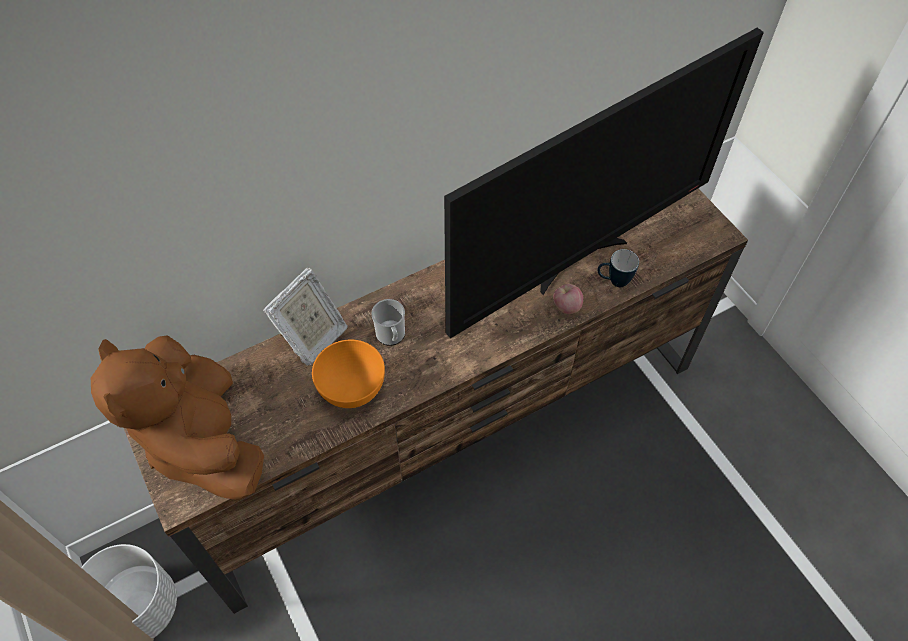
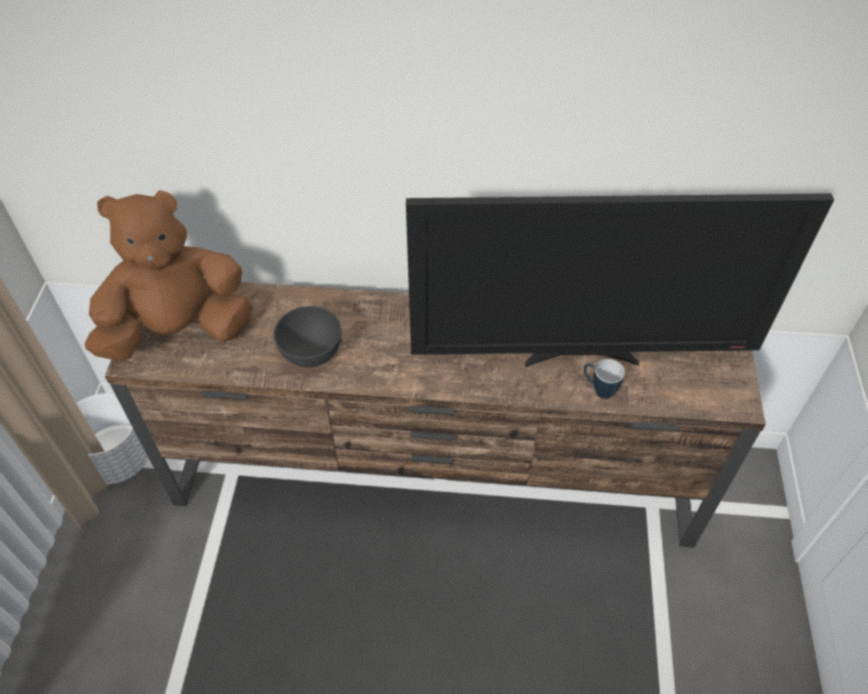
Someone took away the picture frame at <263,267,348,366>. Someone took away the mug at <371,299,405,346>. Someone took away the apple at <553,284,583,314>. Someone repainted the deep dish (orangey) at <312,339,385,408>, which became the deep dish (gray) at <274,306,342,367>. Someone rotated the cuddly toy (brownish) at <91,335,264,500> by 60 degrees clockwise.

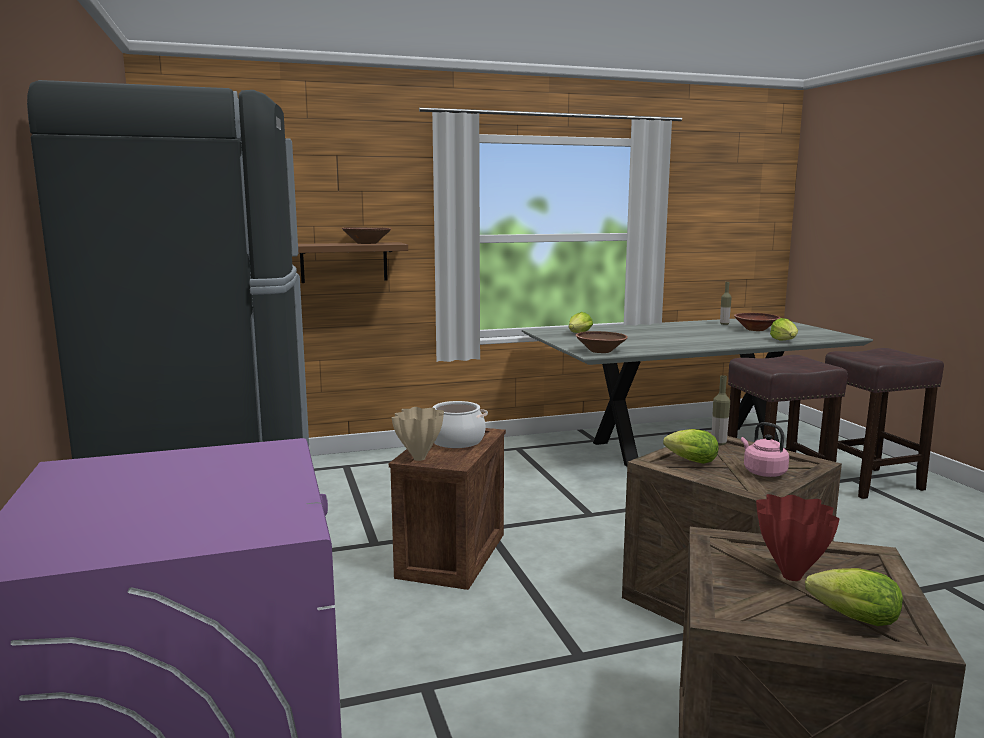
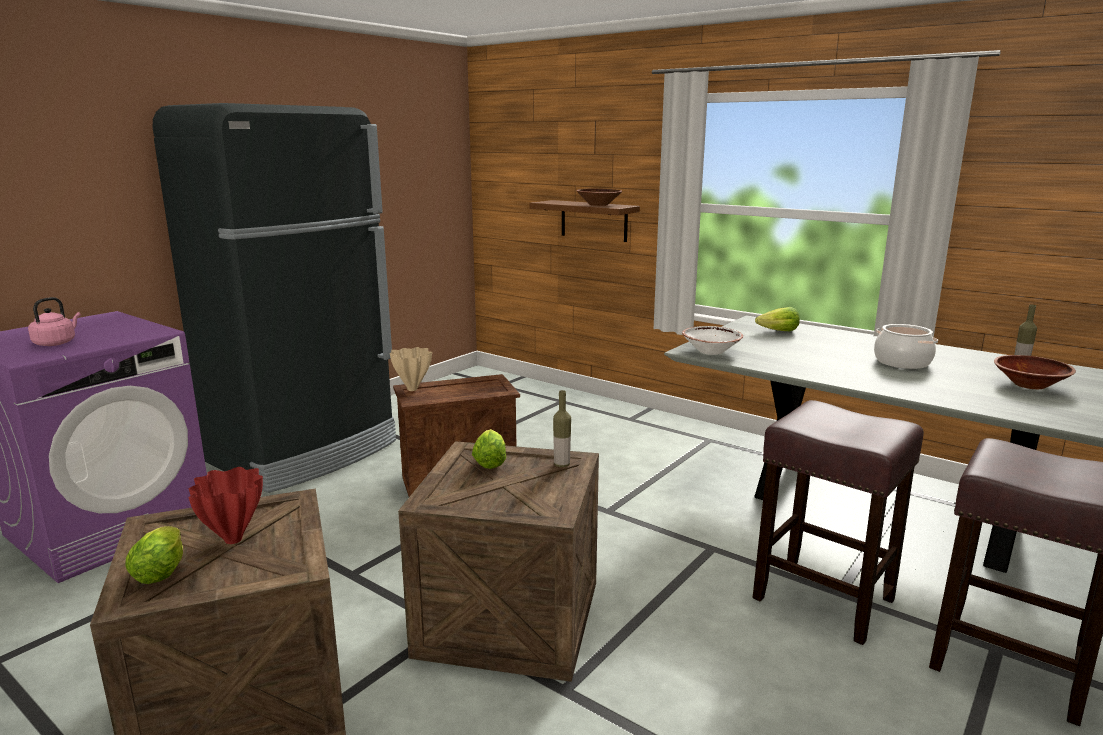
Someone took away the head of lettuce at <770,318,798,340>. Someone carried the cooking pot from <433,401,488,448> to <874,324,938,369>. Someone carried the tea kettle (pink-coloured) from <741,422,789,477> to <28,297,81,346>. Someone repainted the deep dish (brownish) at <575,331,628,353>, which became the deep dish (whitish) at <682,326,743,355>.

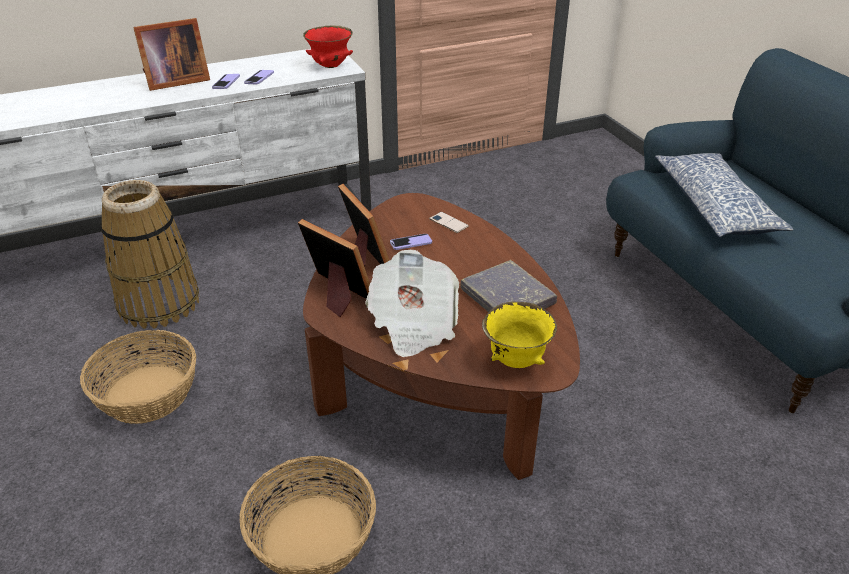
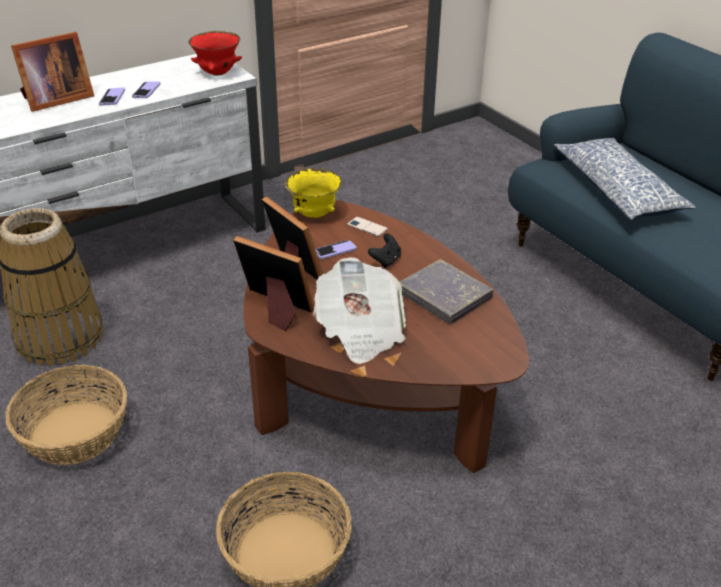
Someone put down the joypad (blackish) at <368,233,401,268>. Someone carried the deep dish (yellowish) from <482,302,557,368> to <284,168,342,218>.

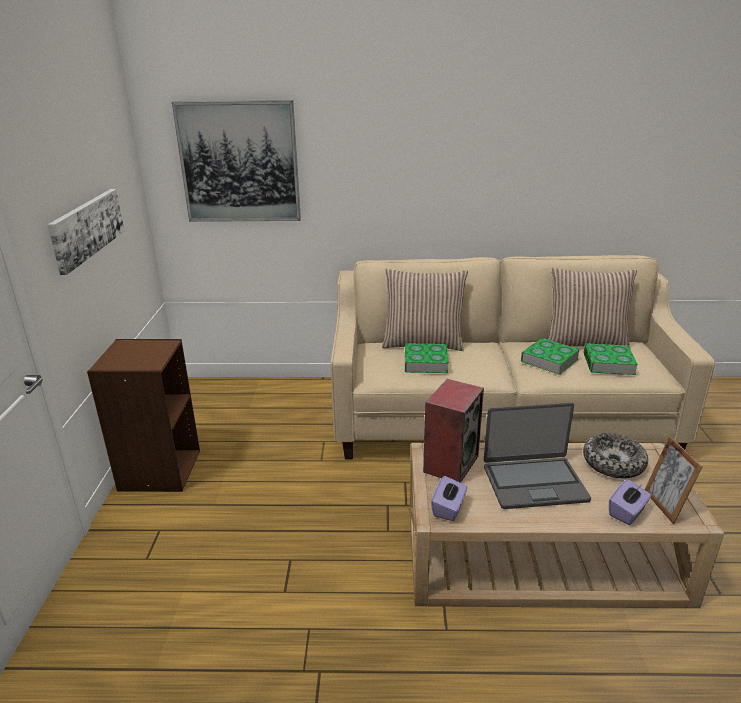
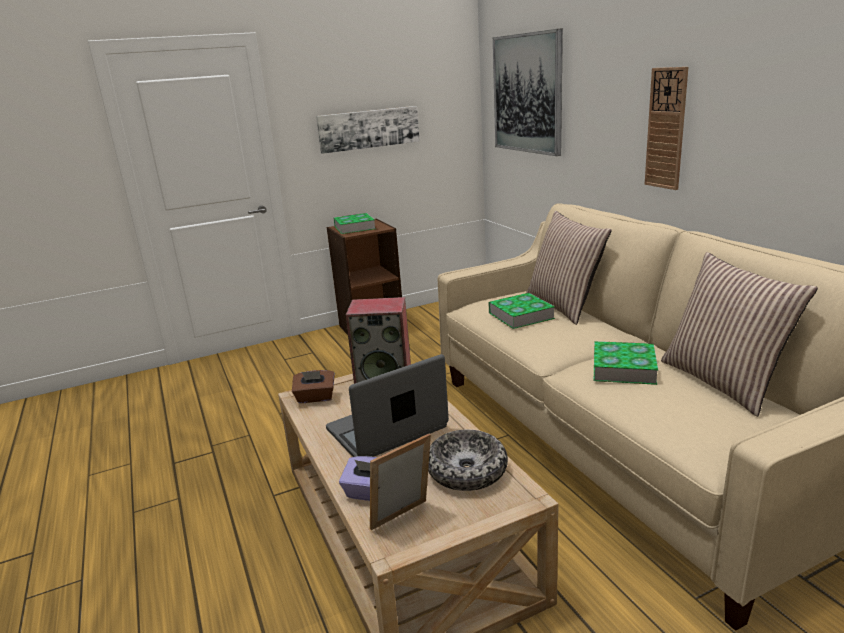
Someone put up the clock on the wall at <645,67,688,190>. Someone carried the book from <584,343,638,375> to <334,213,376,234>. Someone repainted the box of tissues (purple) at <431,476,467,521>, which became the box of tissues (brownish) at <292,370,335,403>. Someone rotated the laptop at <484,403,591,509> by 90 degrees clockwise.

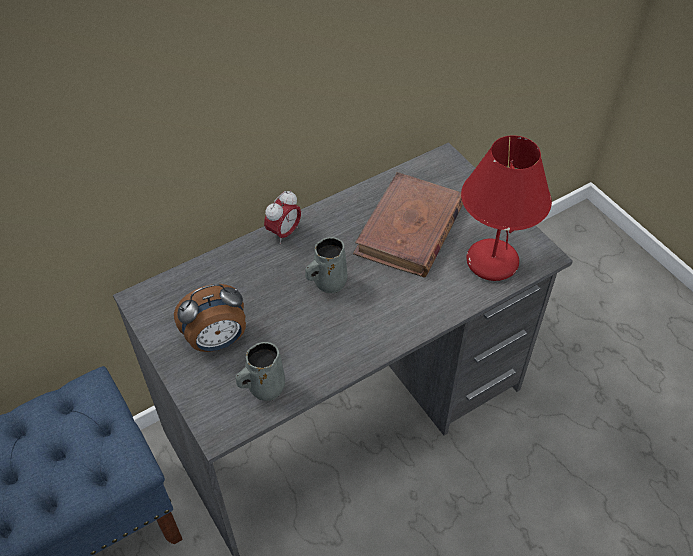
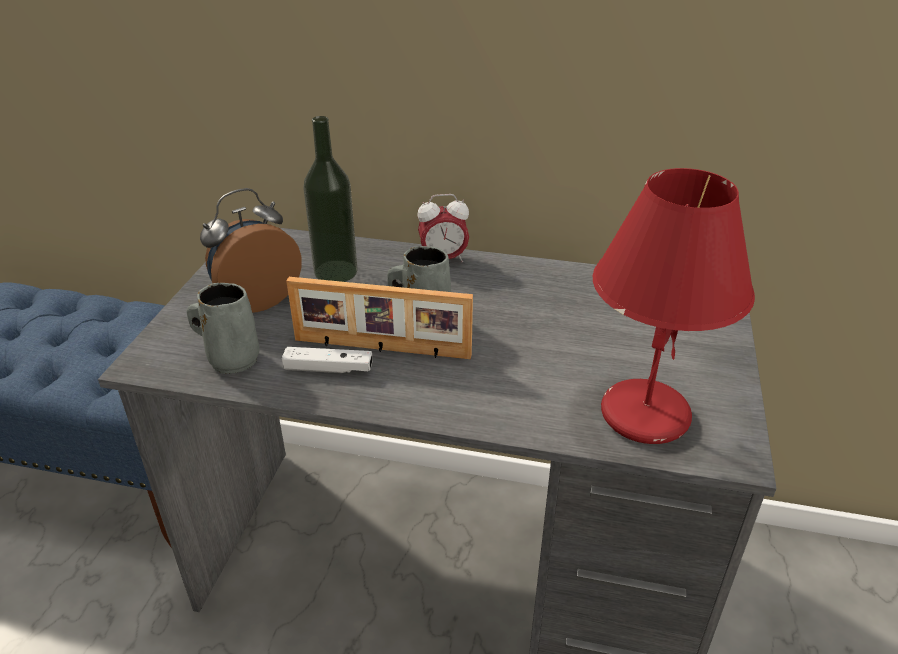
Someone took away the book (brownish) at <353,172,463,278>. Someone put down the joypad (whitish) at <282,347,373,373>. Someone put down the picture frame at <286,277,473,359>. Someone put down the drink bottle at <304,116,358,282>. Someone rotated the table clock at <174,284,246,352> by 120 degrees clockwise.

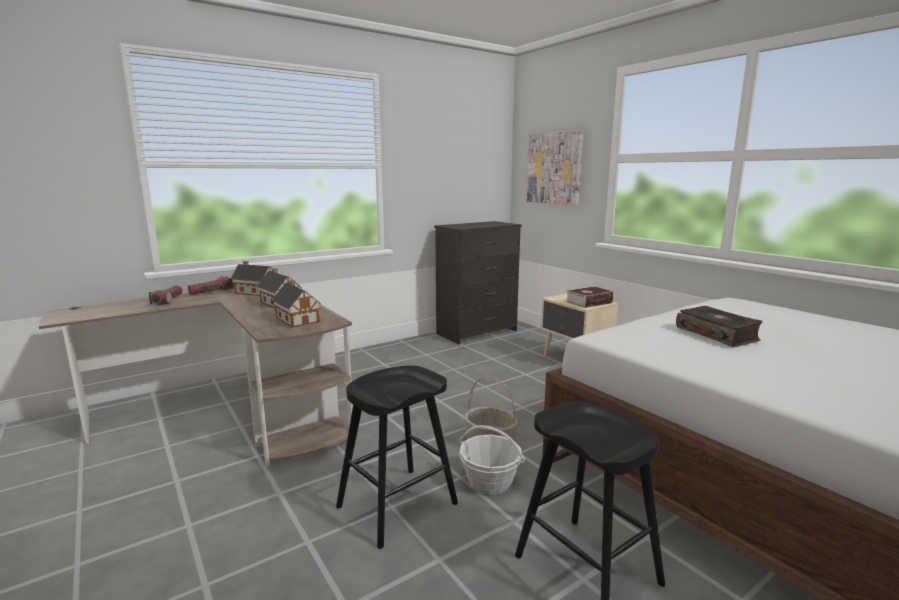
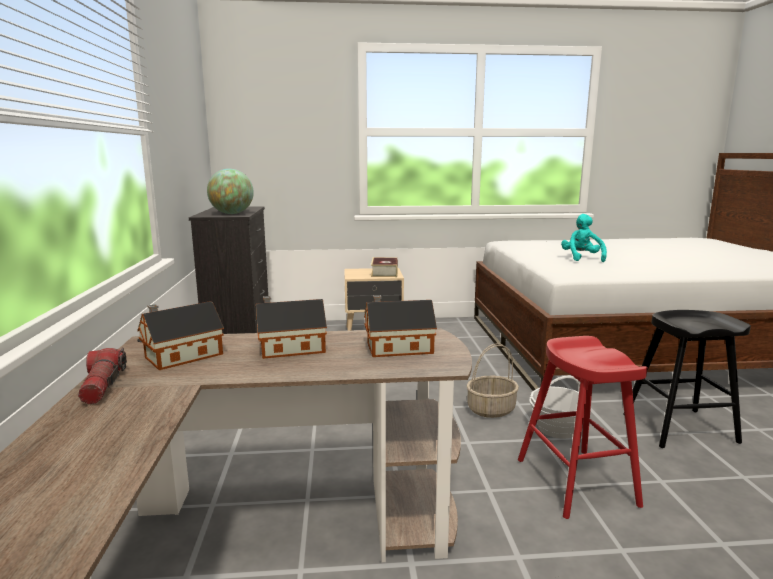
Someone took away the hand torch at <149,285,183,305>. Someone took away the picture at <527,130,583,205>. Someone put down the world globe at <207,169,254,214>. Someone swapped the book at <676,306,762,347> for the cuddly toy (blue-green) at <561,214,607,262>. Someone repainted the stool (blackish) at <336,366,458,549>, which became the stool (reddish) at <518,336,647,519>.

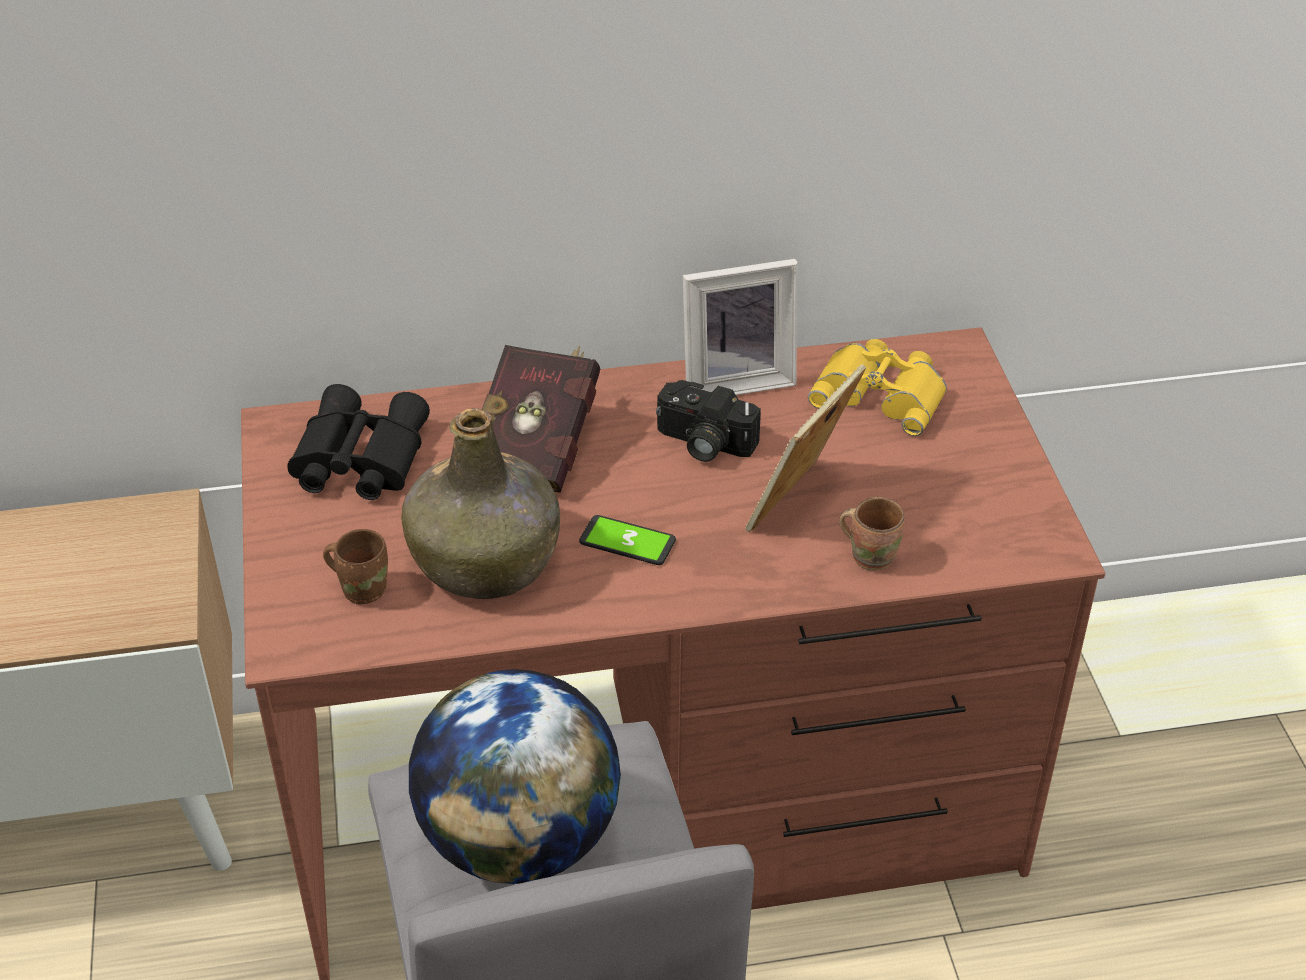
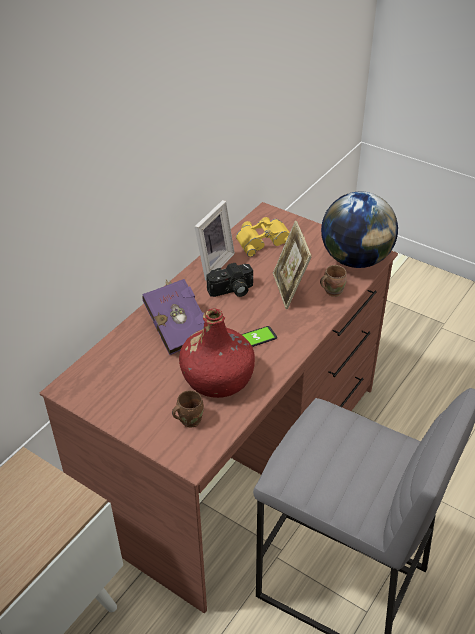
Someone took away the pair of binoculars (blackish) at <287,384,430,500>. Someone carried the world globe from <409,669,621,884> to <321,191,398,268>. Someone repainted the drink bottle (greenish) at <401,408,560,599>, which became the drink bottle (reddish) at <179,308,255,398>. Someone repainted the book (reddish) at <482,345,600,493>, which became the book (purple) at <142,279,205,355>.

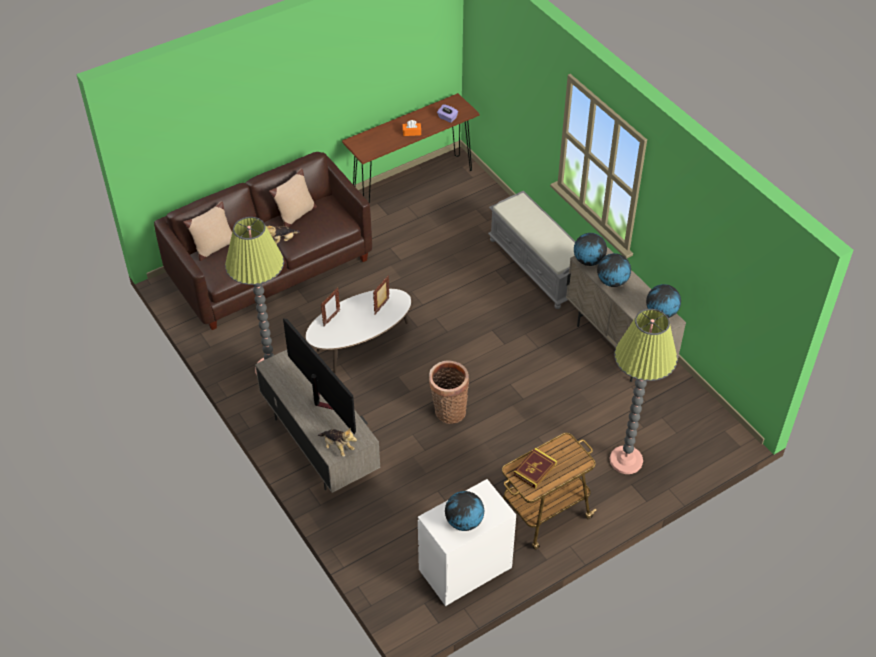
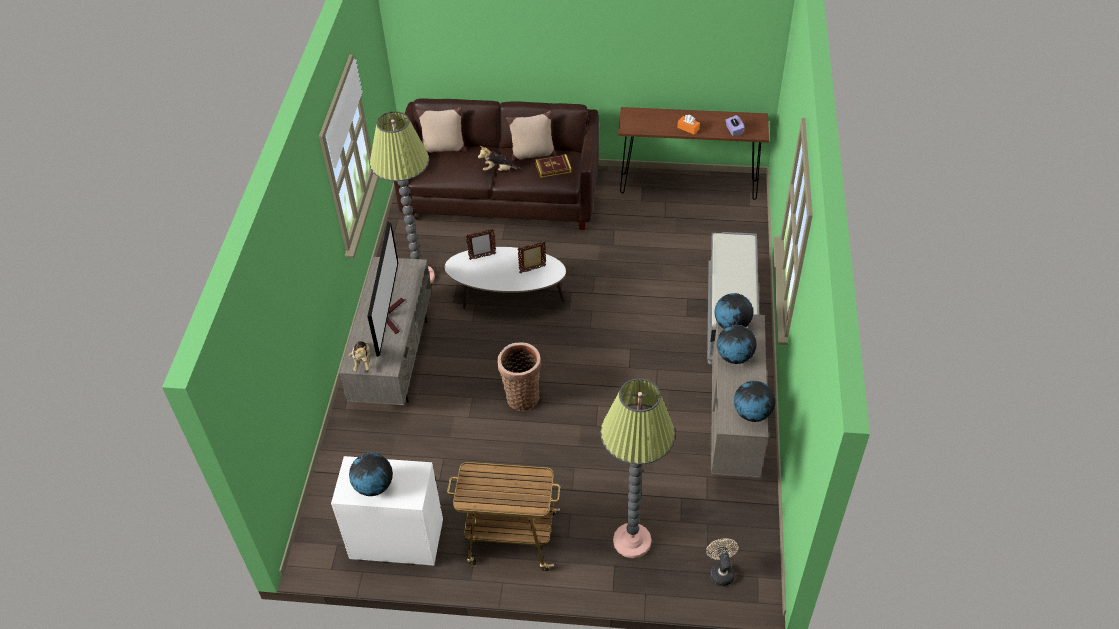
Someone put down the fan (sand-coloured) at <706,538,738,586>. Someone carried the book from <514,448,557,488> to <535,154,572,178>.

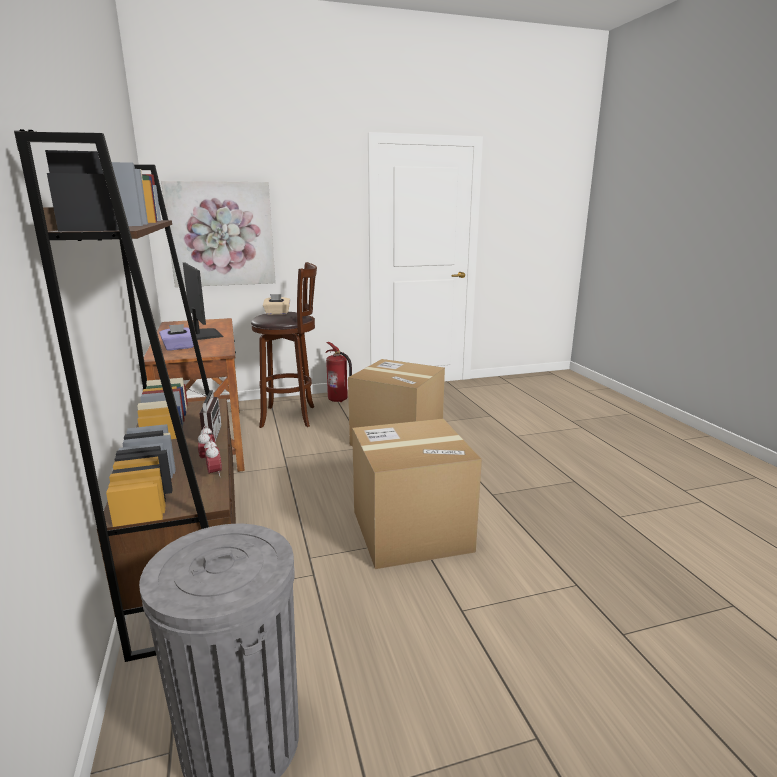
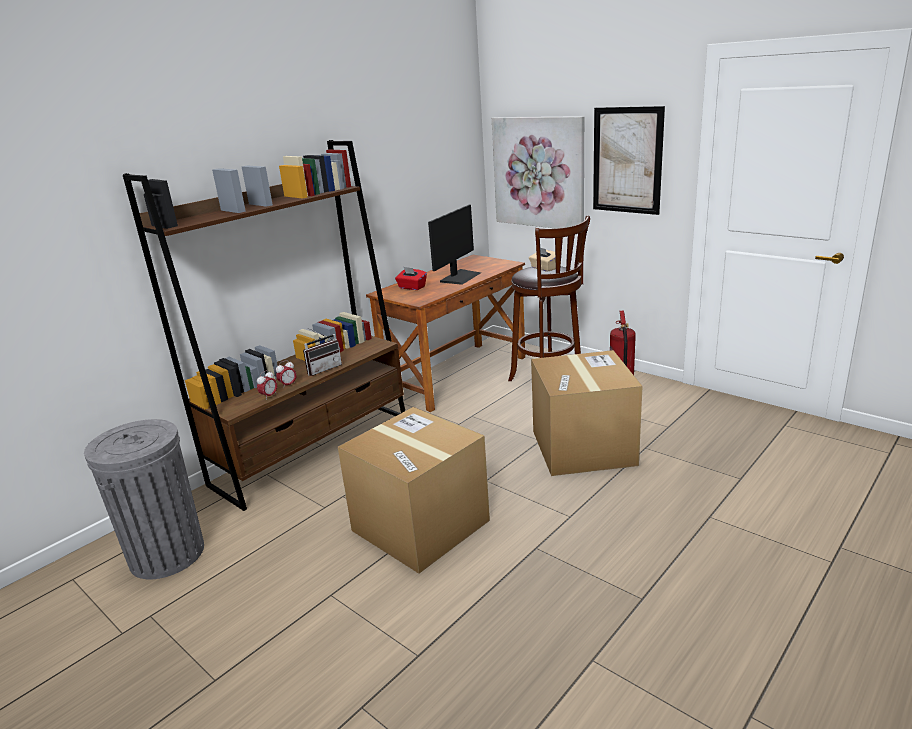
Someone put up the picture at <593,106,665,215>. Someone repainted the box of tissues (purple) at <159,324,194,351>, which became the box of tissues (reddish) at <395,267,427,290>.

